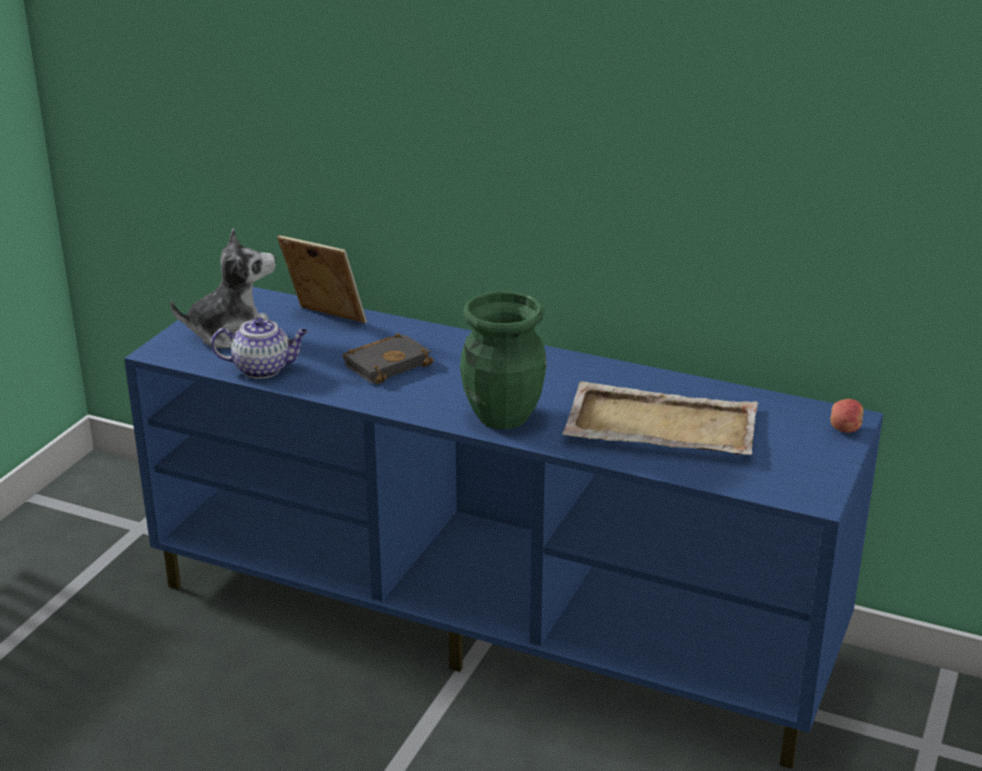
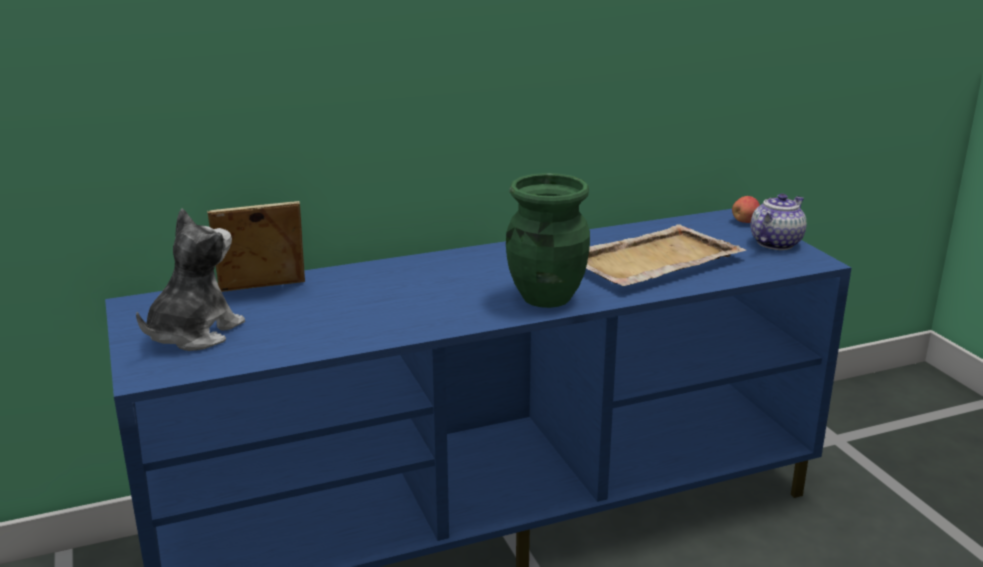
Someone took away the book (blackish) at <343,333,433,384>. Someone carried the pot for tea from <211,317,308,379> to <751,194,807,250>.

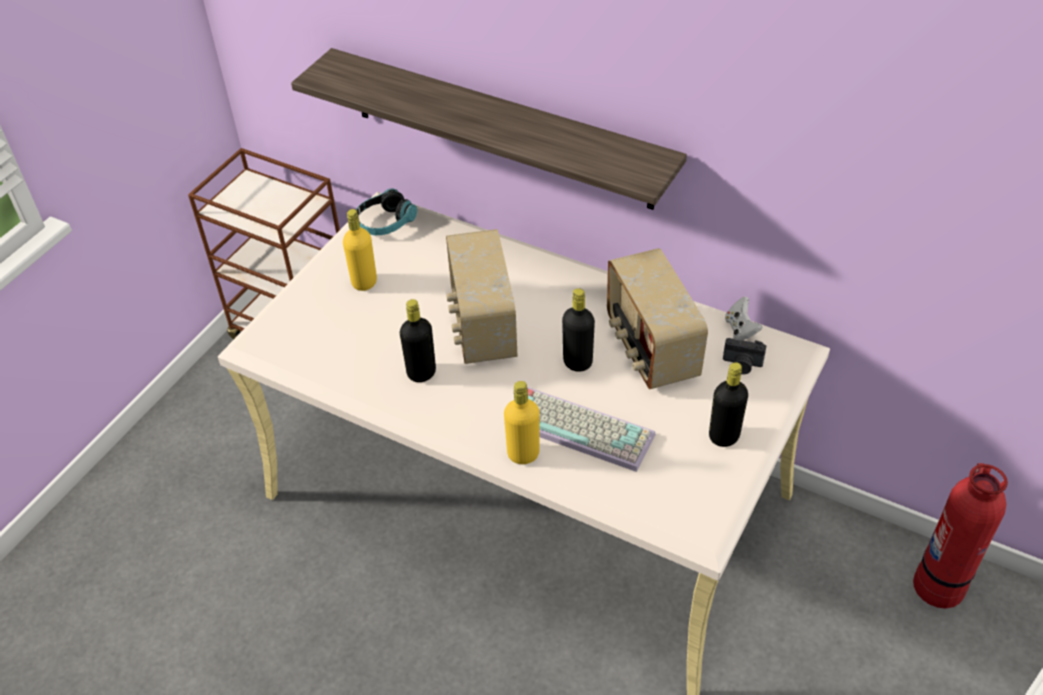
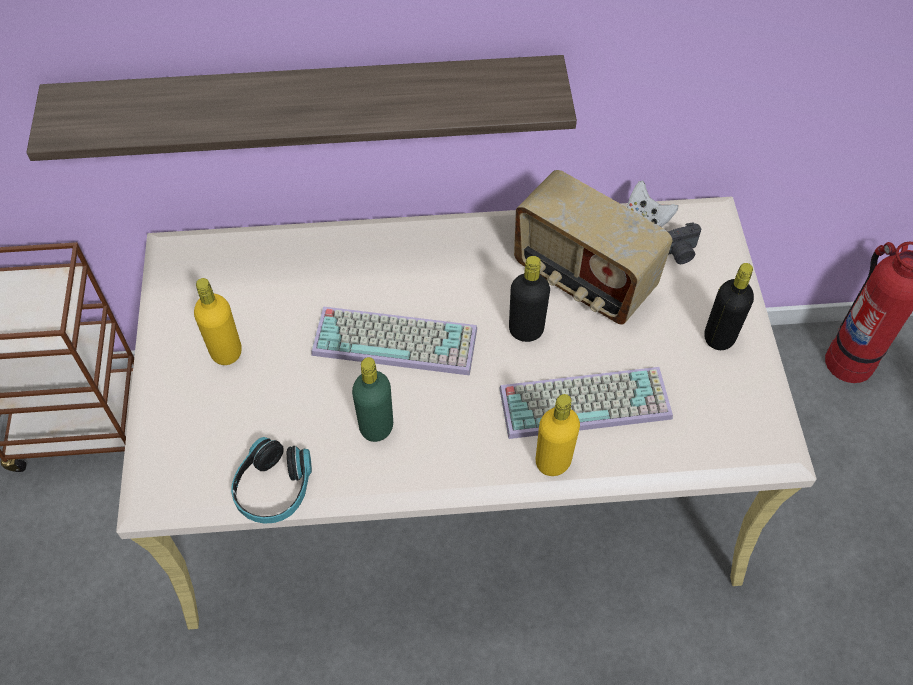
Someone carried the headset from <356,188,417,235> to <231,437,312,523>. Someone swapped the radio set at <446,229,517,364> for the PC keyboard at <311,306,477,376>. Someone repainted the drink bottle (blackish) at <400,299,436,382>, which became the drink bottle (greenish) at <352,357,393,442>.

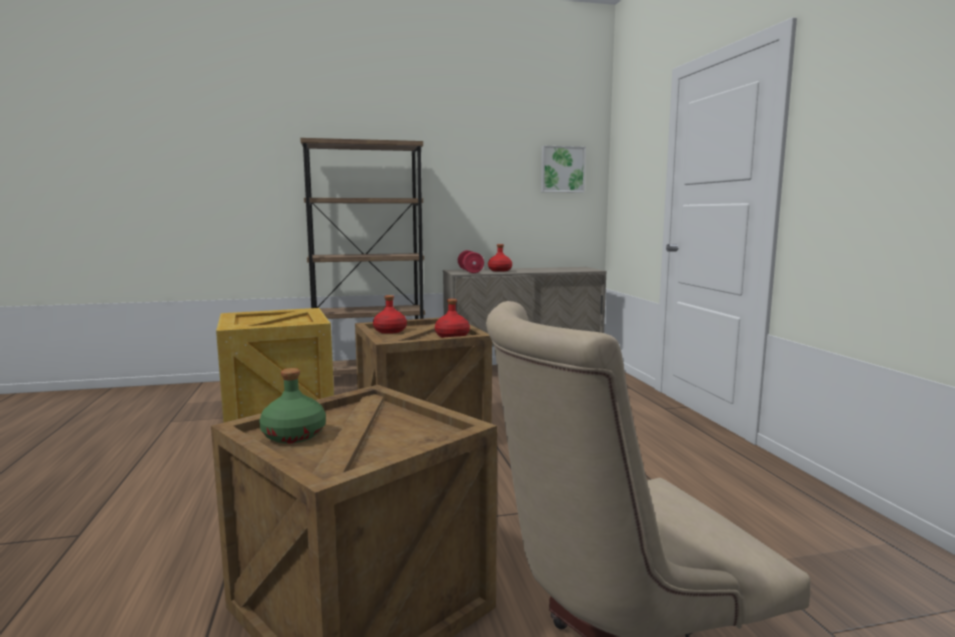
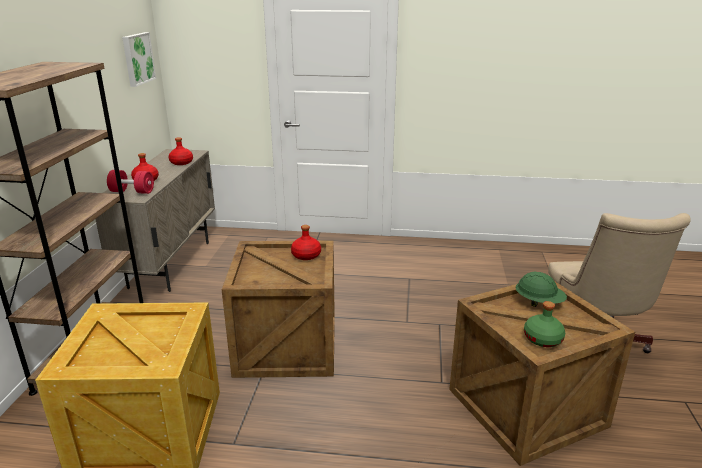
Someone put down the work helmet (greenish) at <516,271,567,307>. Someone carried the drink bottle (reddish) from <373,295,407,334> to <169,137,193,165>.

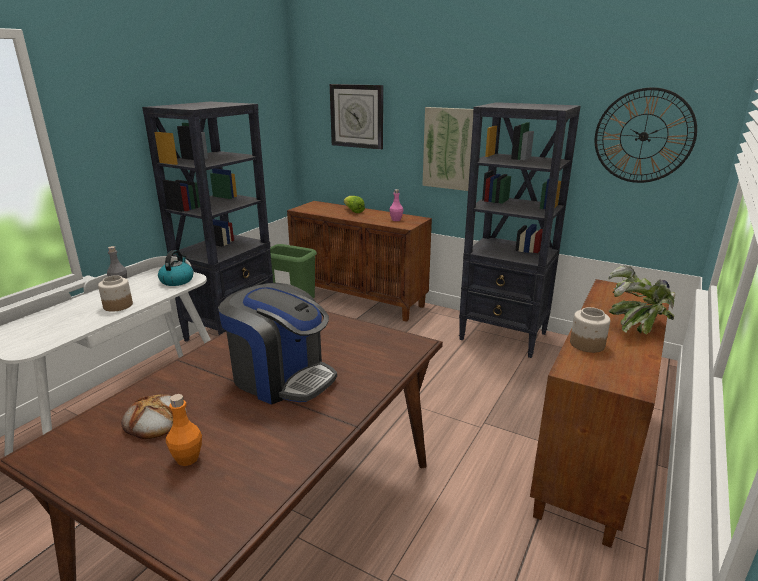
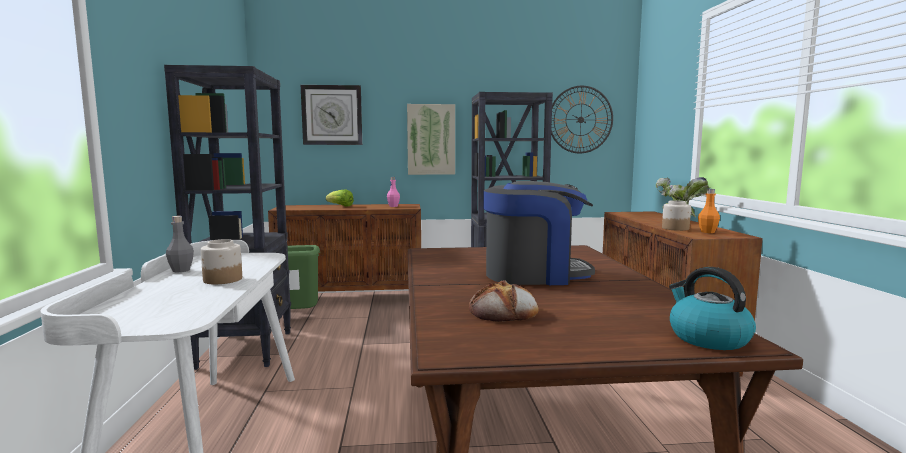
Someone carried the tea kettle from <158,250,194,286> to <669,267,756,350>. Someone carried the drink bottle (orangey) from <166,394,202,466> to <698,189,720,233>.

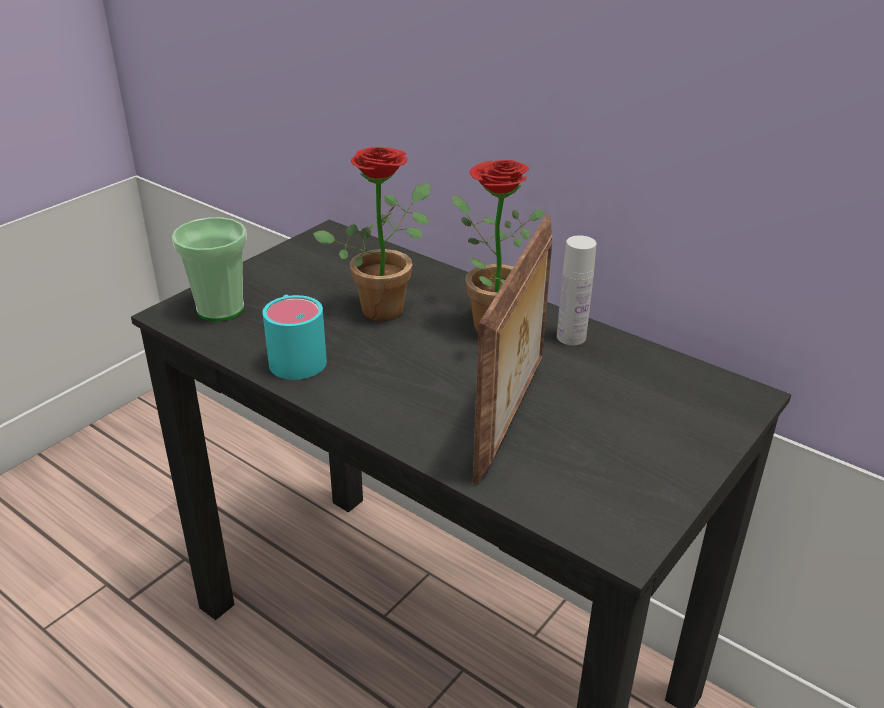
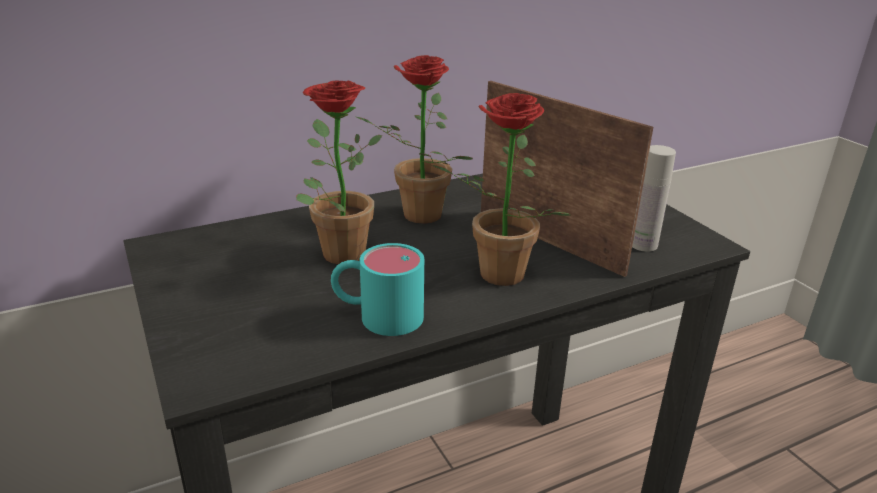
Someone took away the small cup at <172,217,247,321>. Someone put down the potted plant at <432,93,571,286>. Someone carried the drink bottle (whitish) from <557,235,597,345> to <632,145,676,252>.

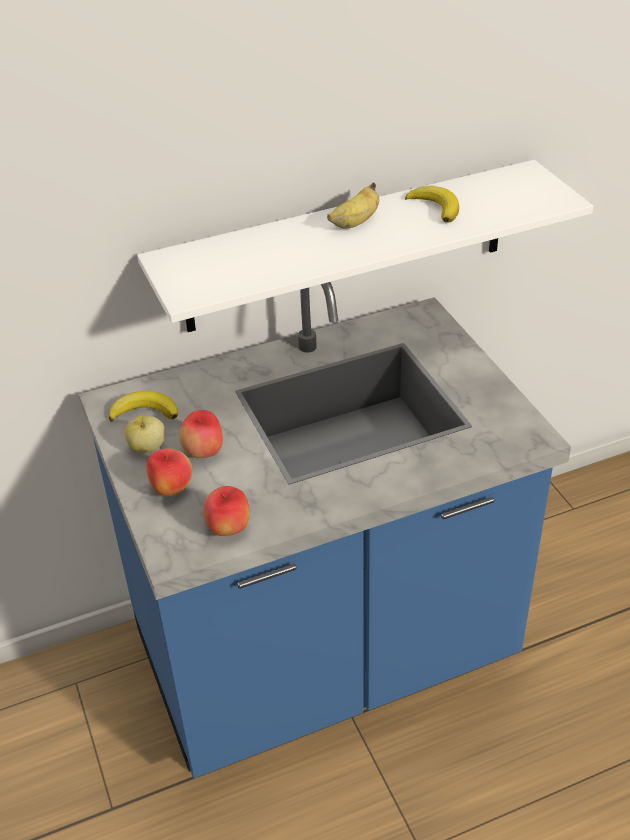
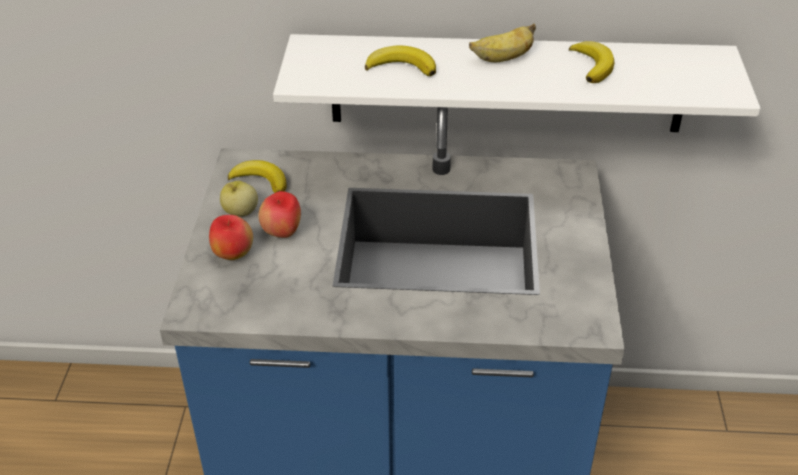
Someone took away the apple at <203,486,250,536>. Someone put down the whole banana at <365,45,436,76>.

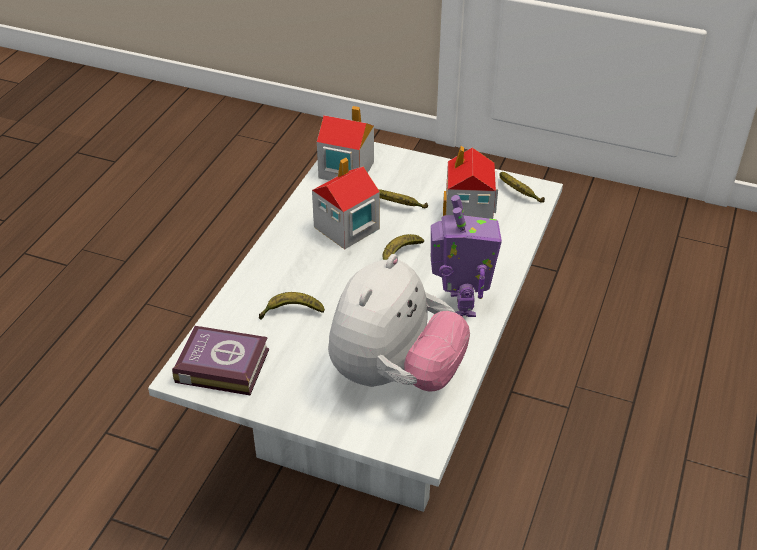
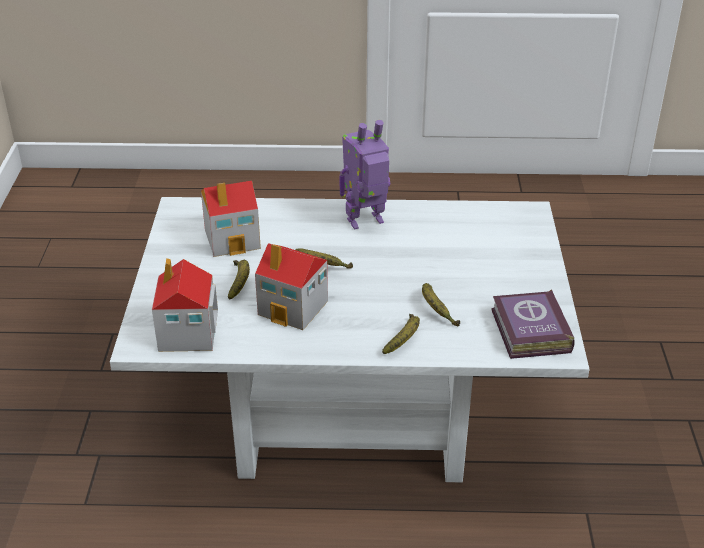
Someone took away the cuddly toy at <328,254,470,391>. Someone carried the whole banana from <499,172,545,203> to <382,314,420,354>.

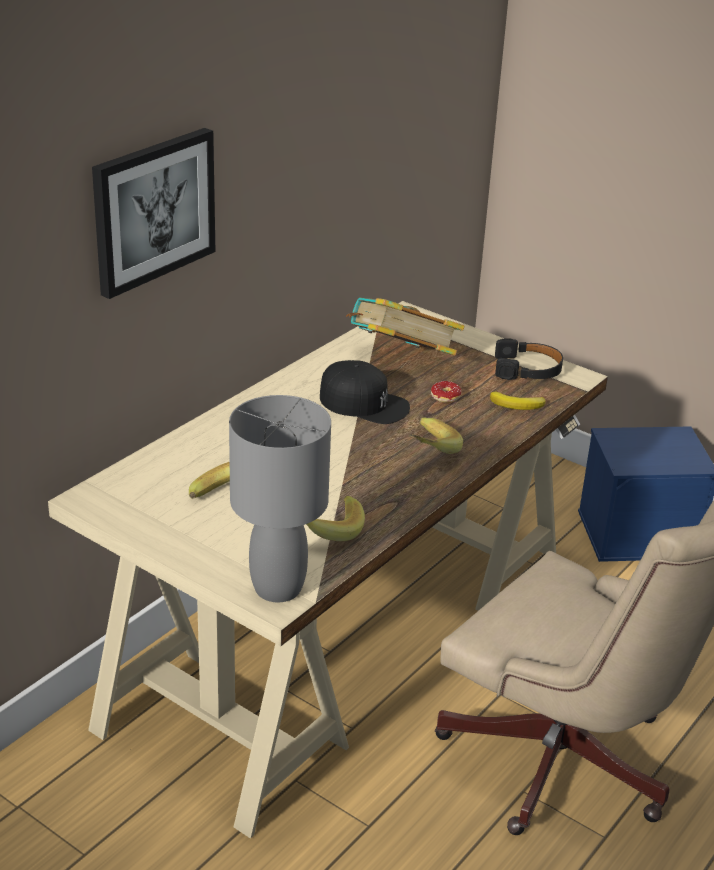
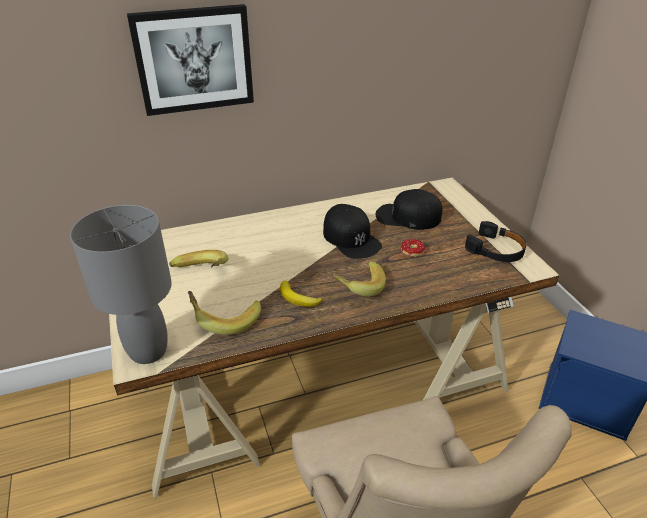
Someone carried the whole banana from <490,391,546,410> to <280,281,322,307>. Someone swapped the book at <346,298,465,355> for the baseball cap (blackish) at <376,189,442,230>.

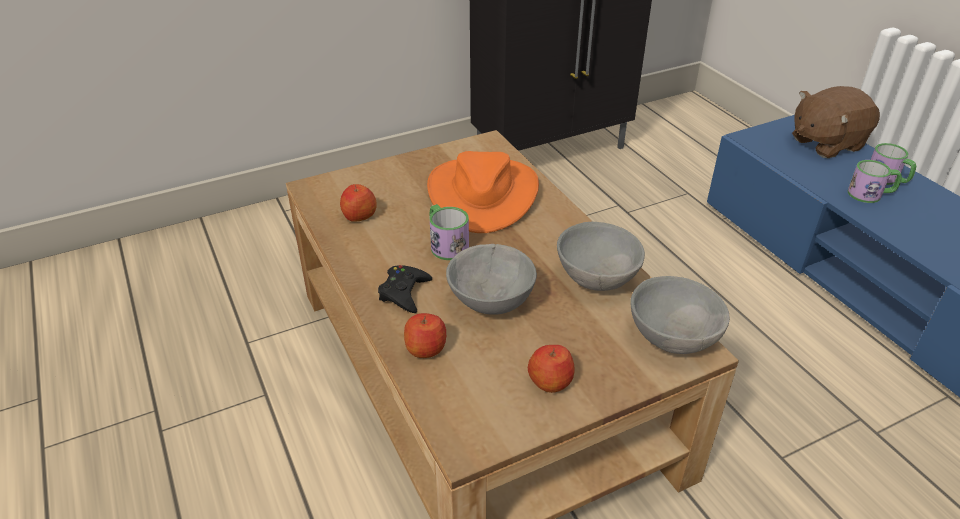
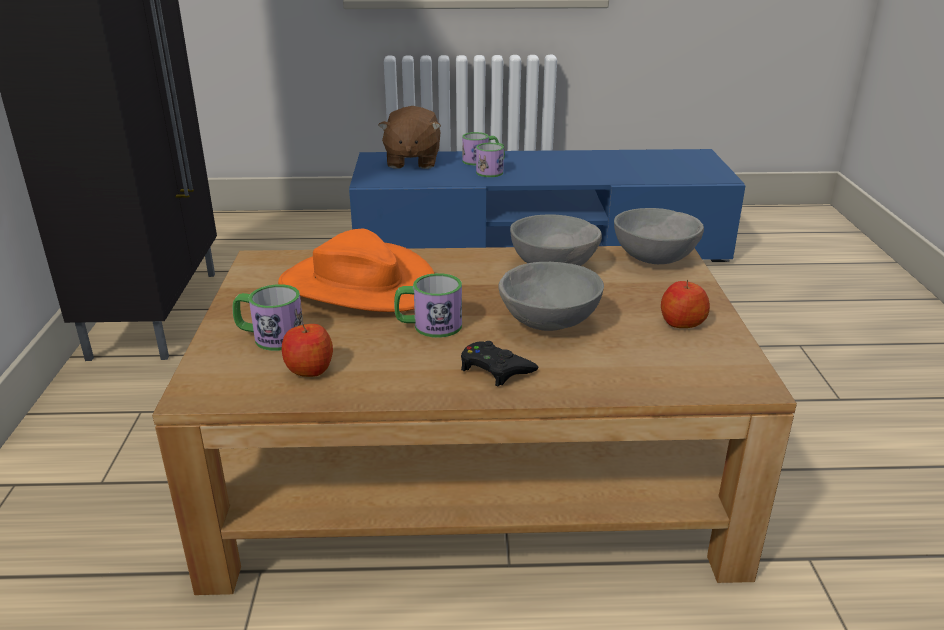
Someone took away the apple at <404,313,446,358>. Someone put down the mug at <232,284,303,351>.

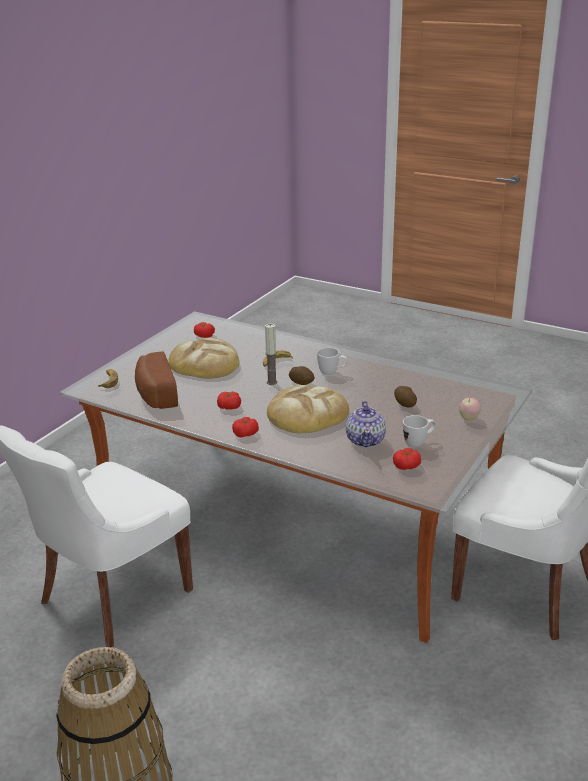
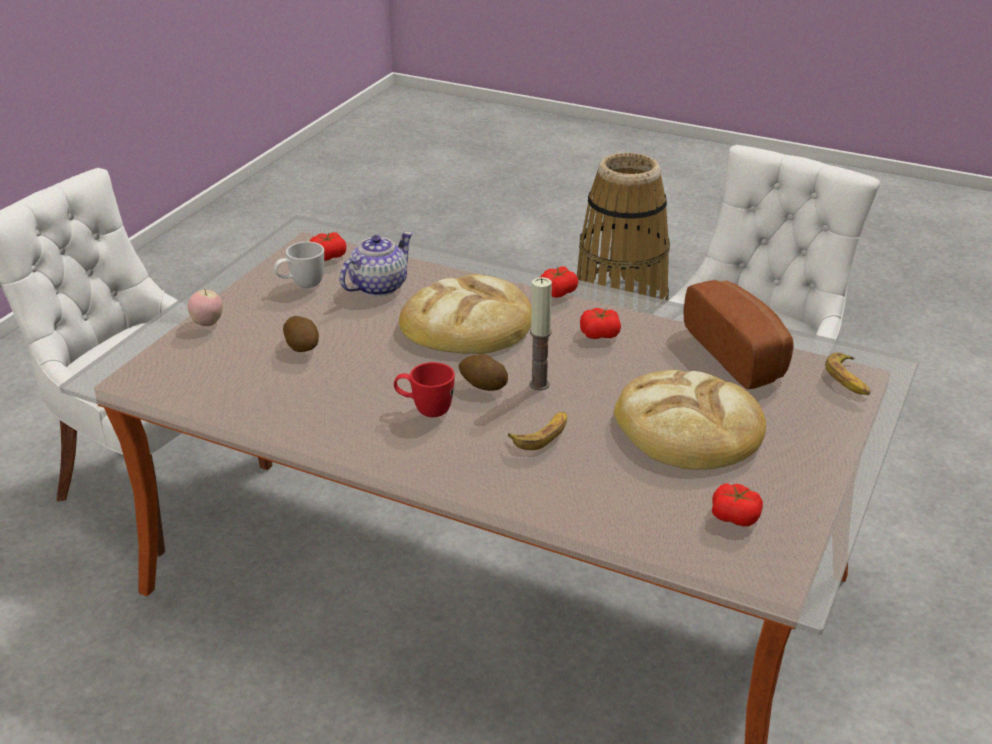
Someone repainted the mug (whitish) at <317,348,348,375>, which became the mug (reddish) at <394,362,455,417>. Someone rotated the pot for tea at <346,401,386,448> by 45 degrees clockwise.

